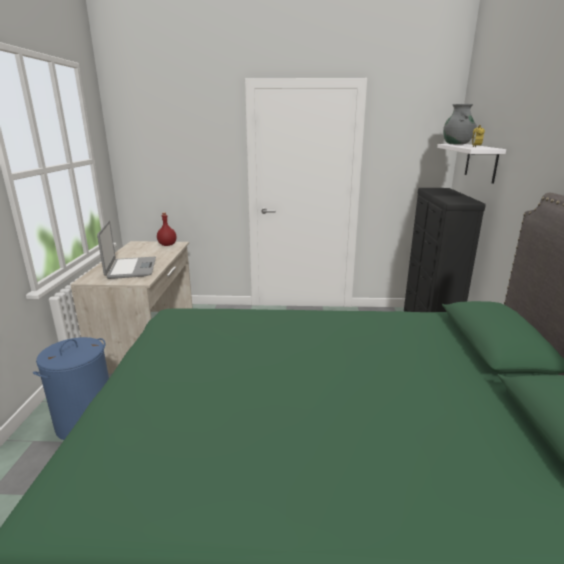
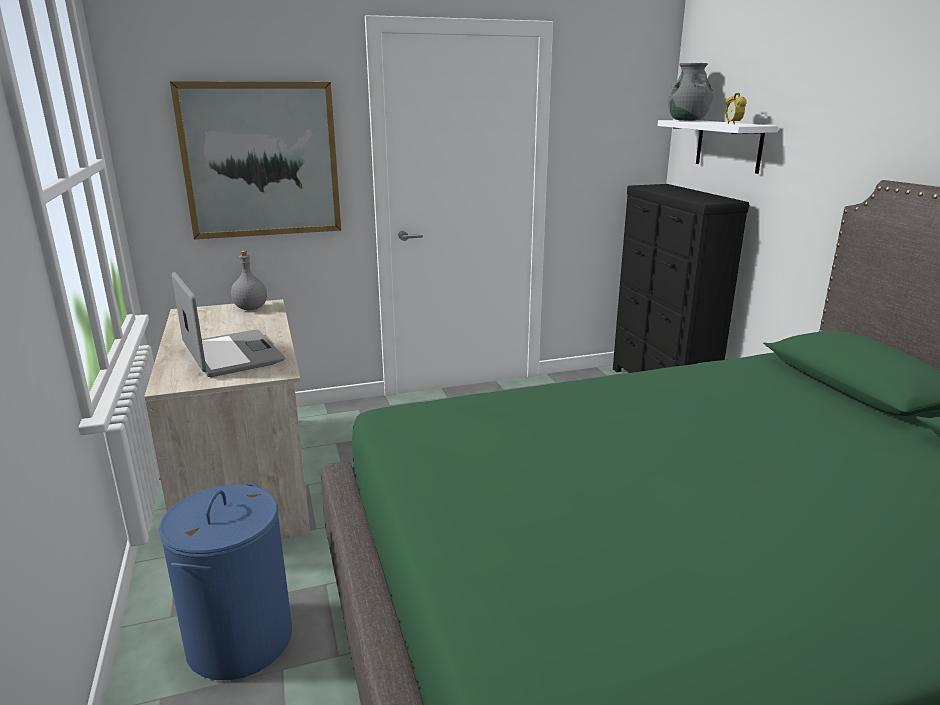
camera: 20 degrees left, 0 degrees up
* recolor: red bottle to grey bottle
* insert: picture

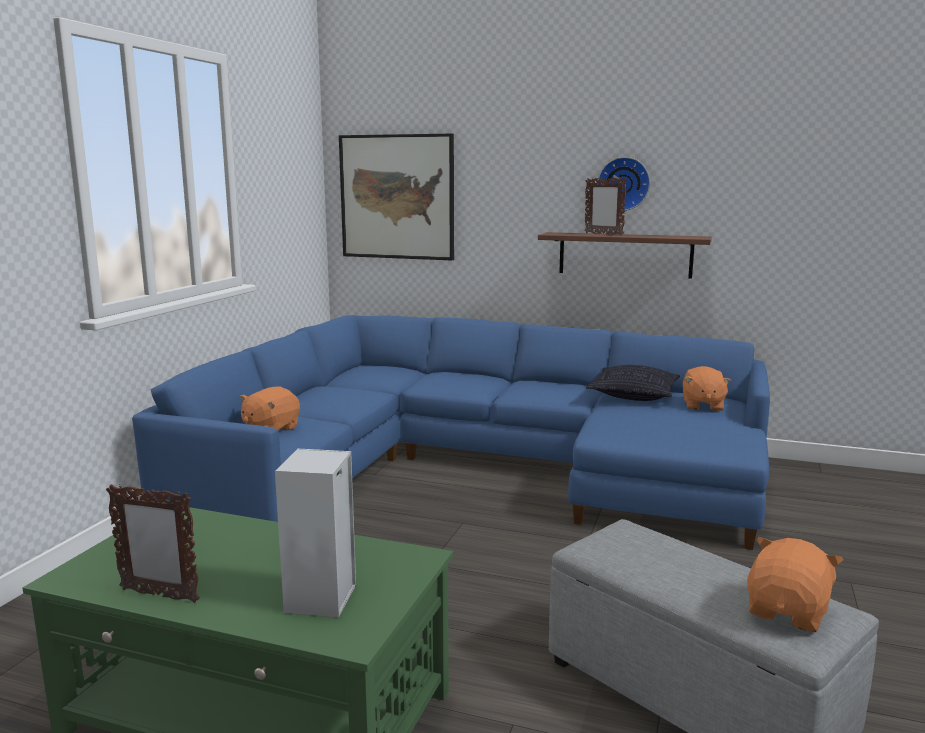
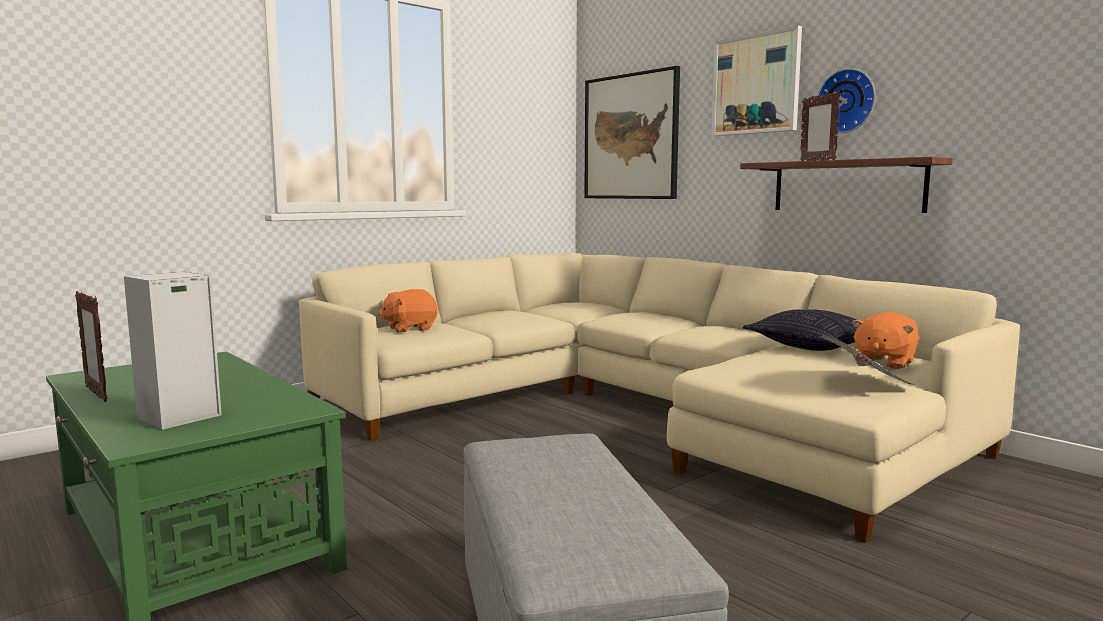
camera: 30 degrees right, 5 degrees down
* recolor: blue sofa to beige sofa
* delete: orange plush toy (3rd from left)
* insert: picture (2nd from left)
* insert: newspaper

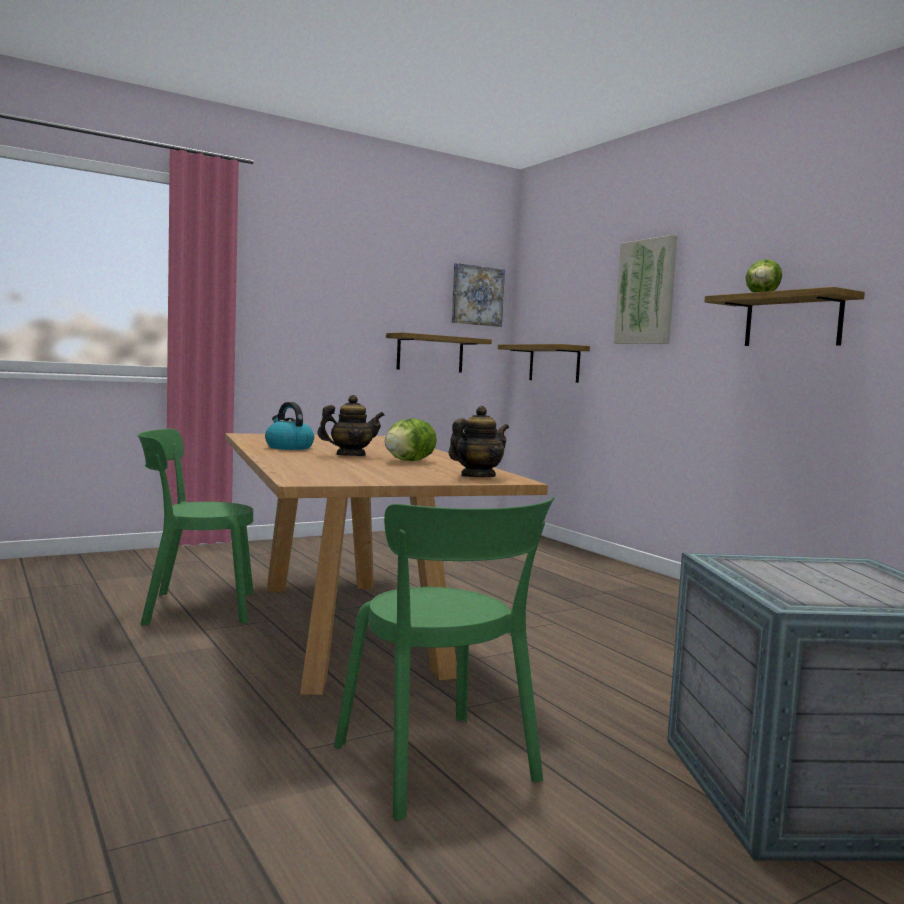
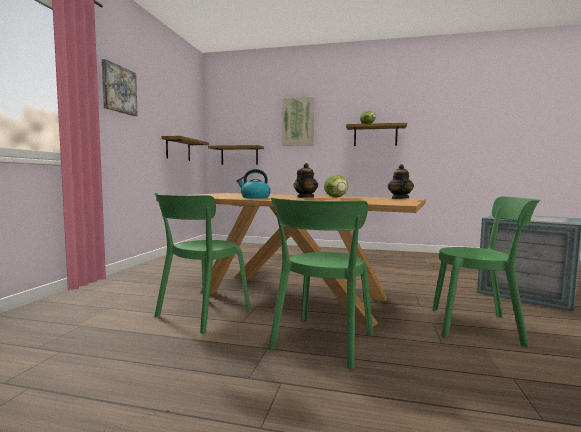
camera: 45 degrees left, 0 degrees up
* move: picture (1st from left)
* insert: green chair (2nd from left)

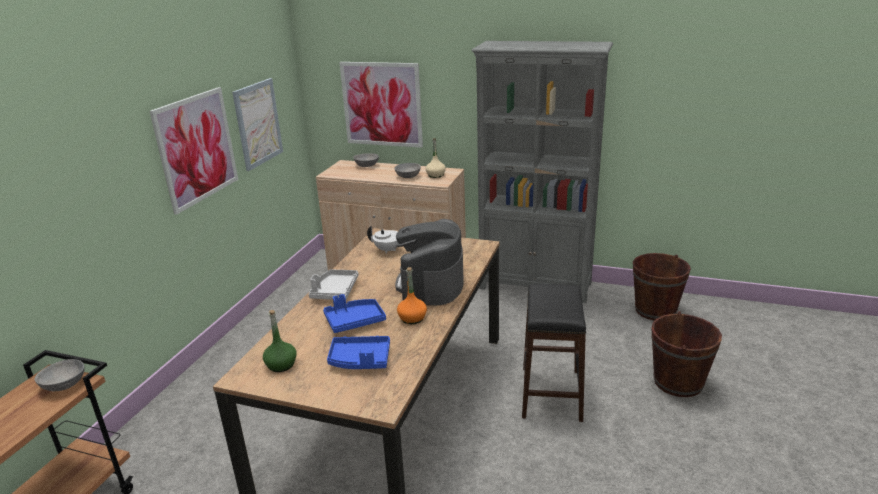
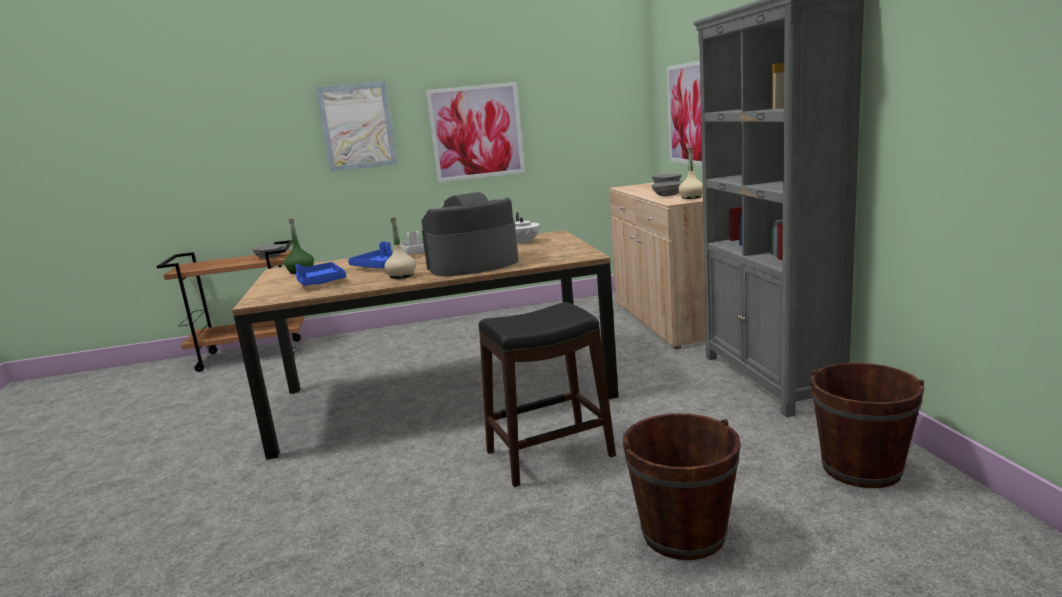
camera: 60 degrees right, 10 degrees down
* move: picture (2nd from left in the first image) to picture (1st from left)
* recolor: orange bottle to beige bottle (1st from left)

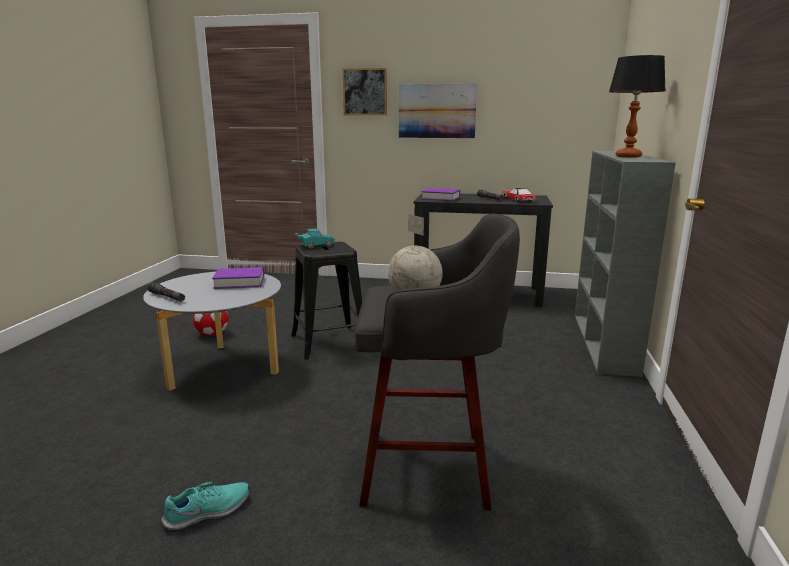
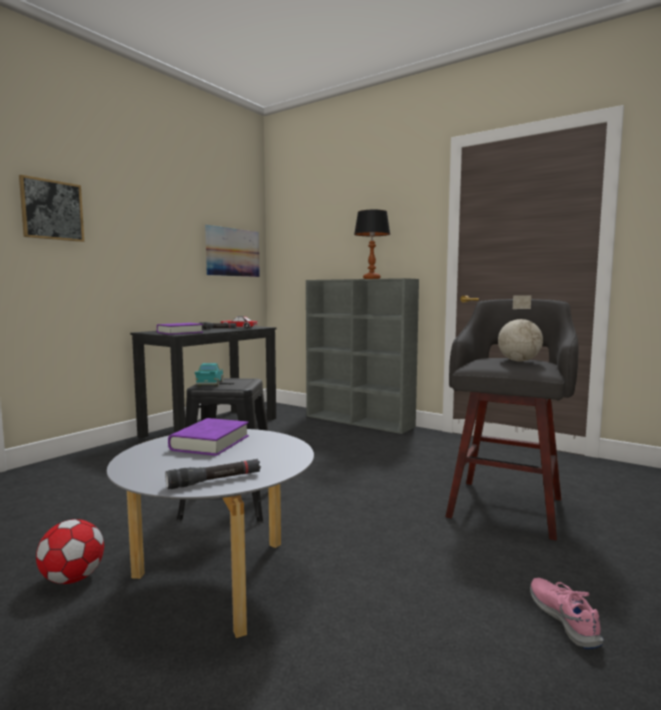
camera: 65 degrees left, 10 degrees down
* move: picture (2nd from left)
* recolor: turquoise shoe to pink shoe

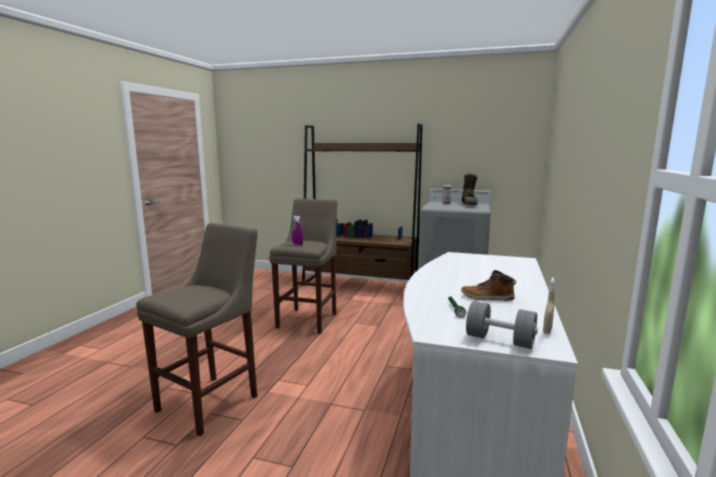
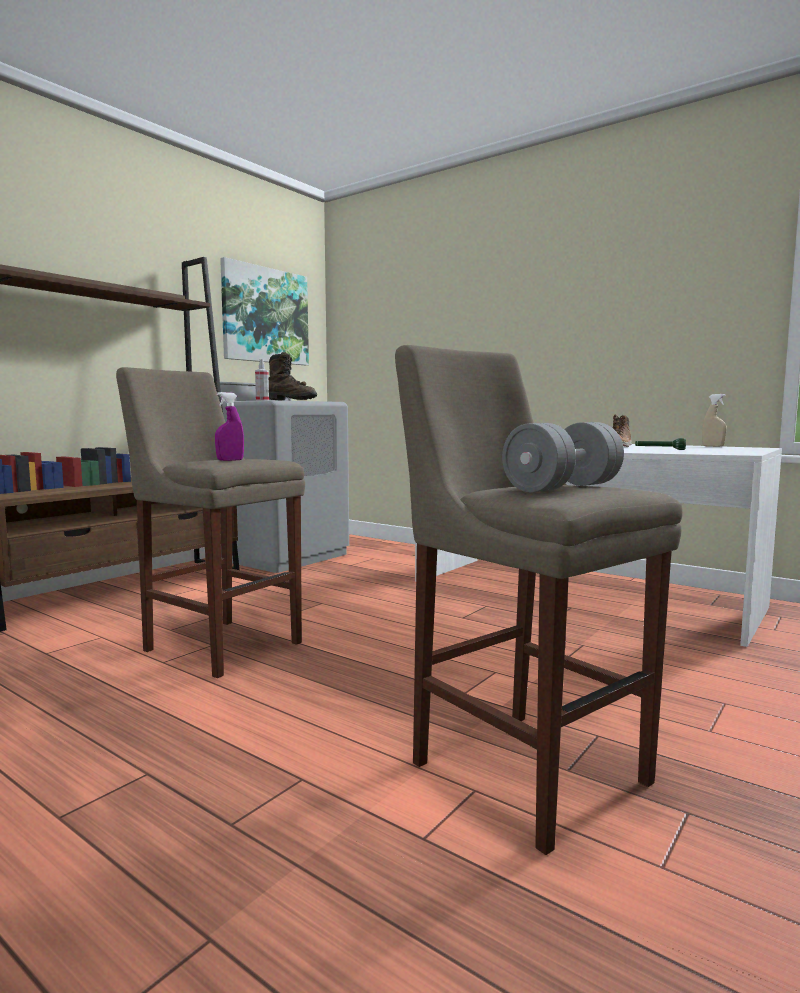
camera: 70 degrees left, 5 degrees down
* move: grey dumbbell
* insert: picture

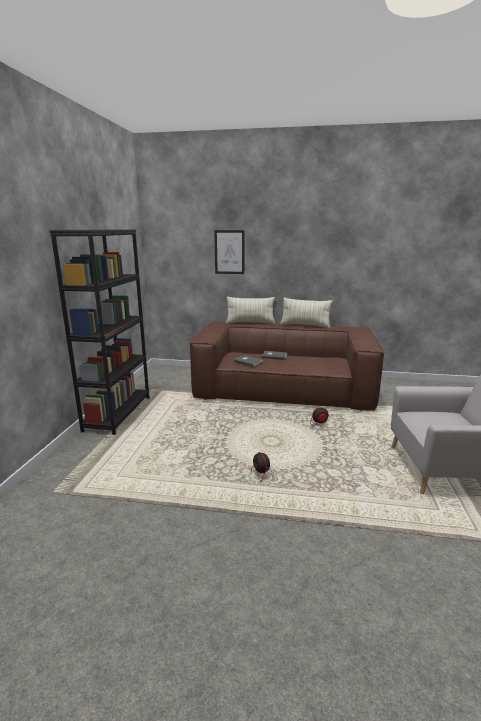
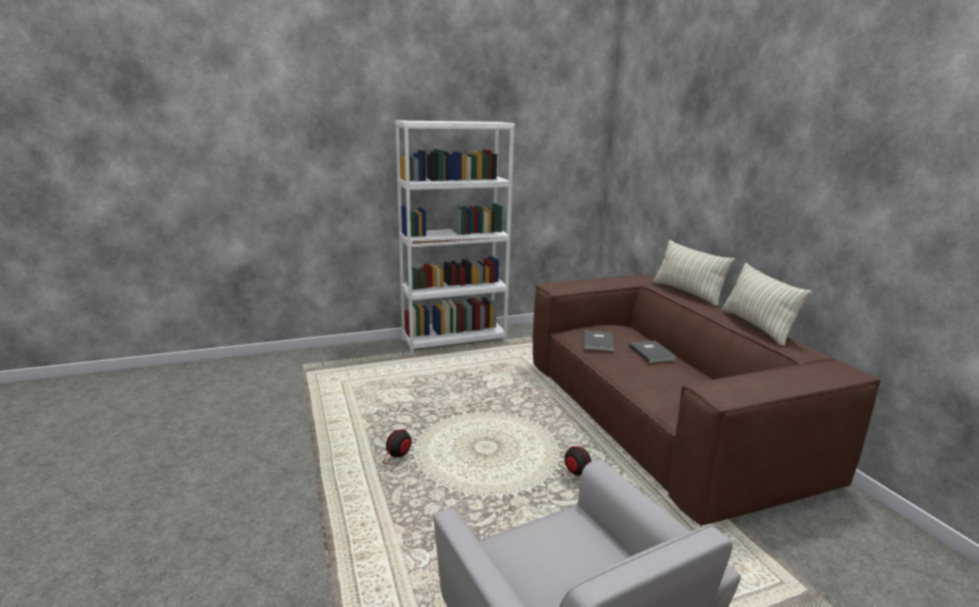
camera: 60 degrees right, 0 degrees up
* recolor: black bookcase to white bookcase
* delete: picture

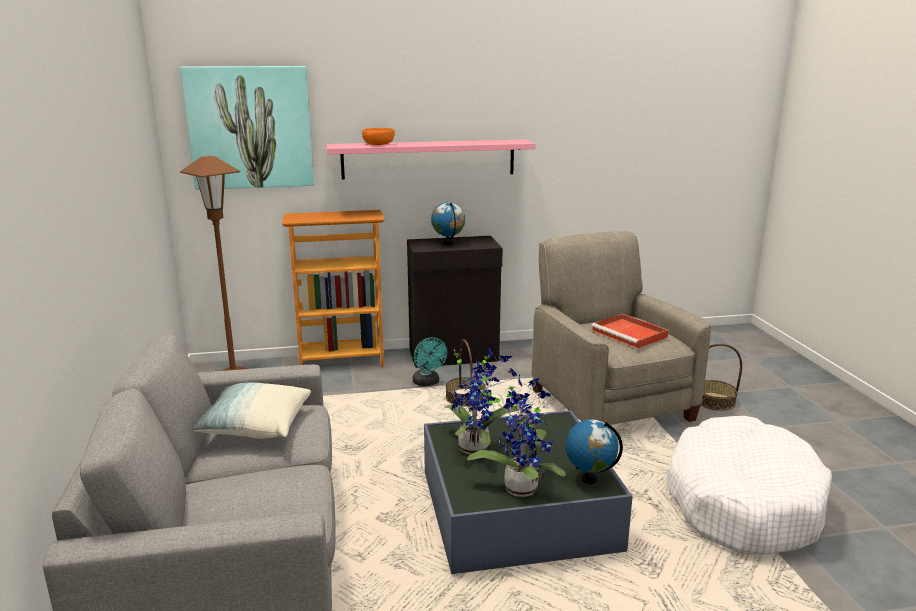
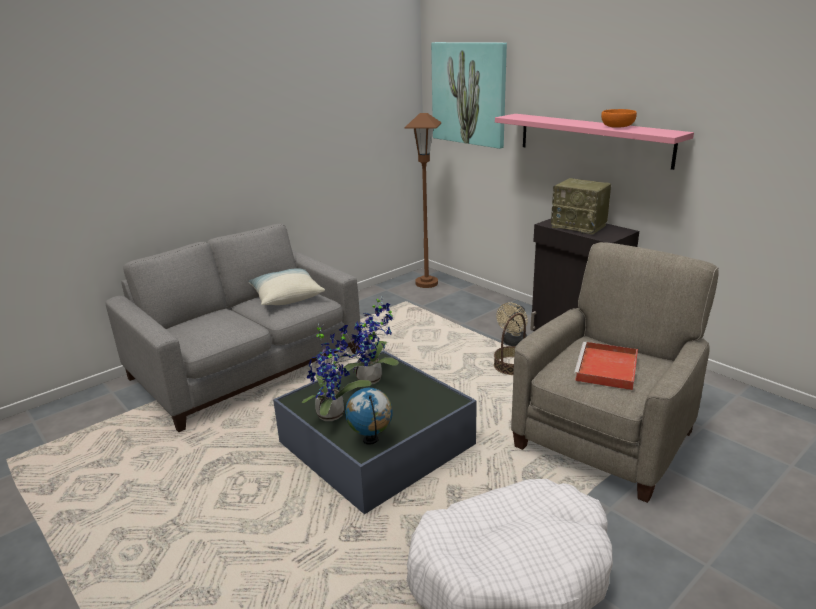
camera: 60 degrees right, 5 degrees up
* move: orange bowl
* replace: globe (1st from left) to radio
* delete: bookcase
* recolor: turquoise fan to beige fan
* delete: basket (2nd from left)

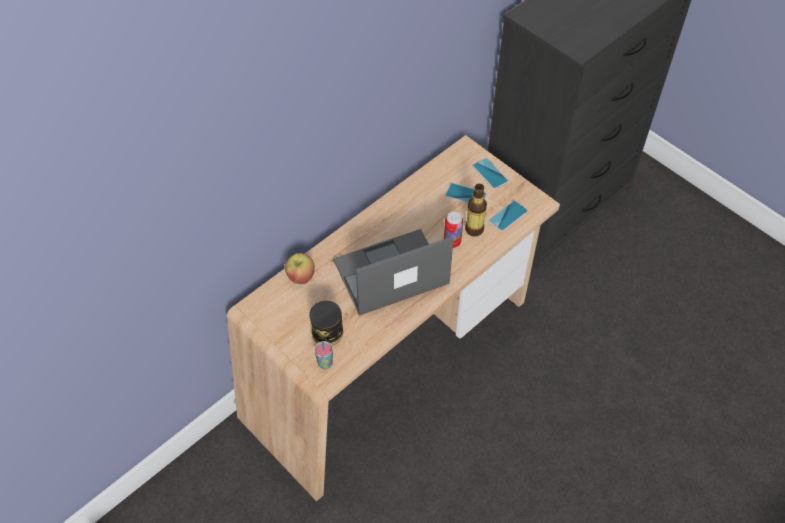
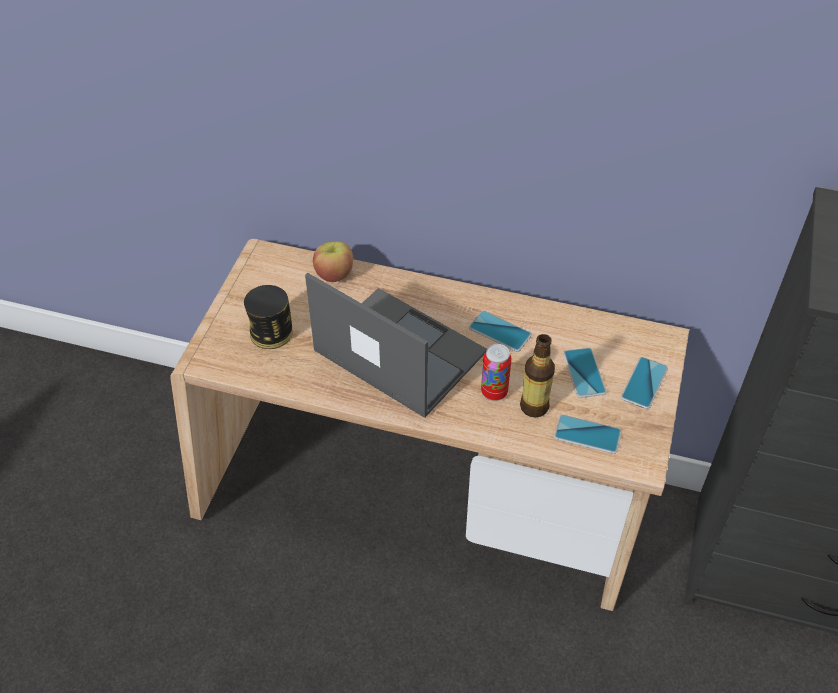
camera: 60 degrees right, 5 degrees down
* delete: cup
* insert: phone (1st from left)

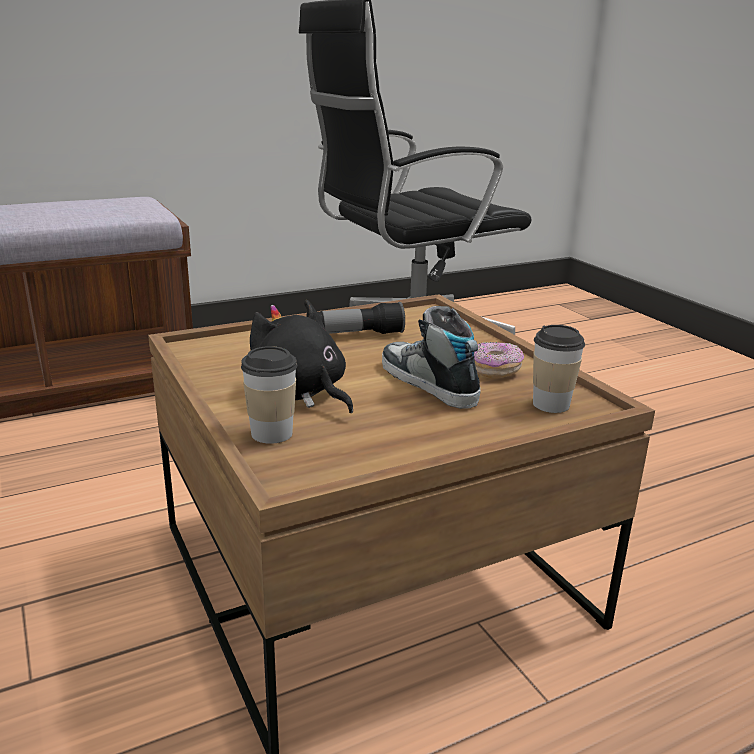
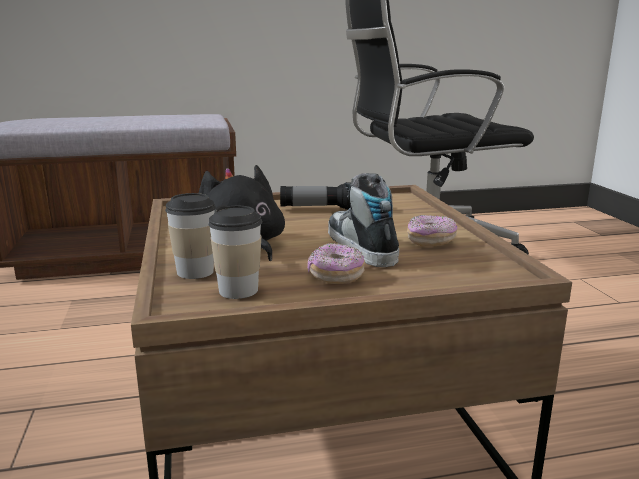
camera: 15 degrees right, 5 degrees down
* move: cup (2nd from left)
* insert: donut (1st from left)

